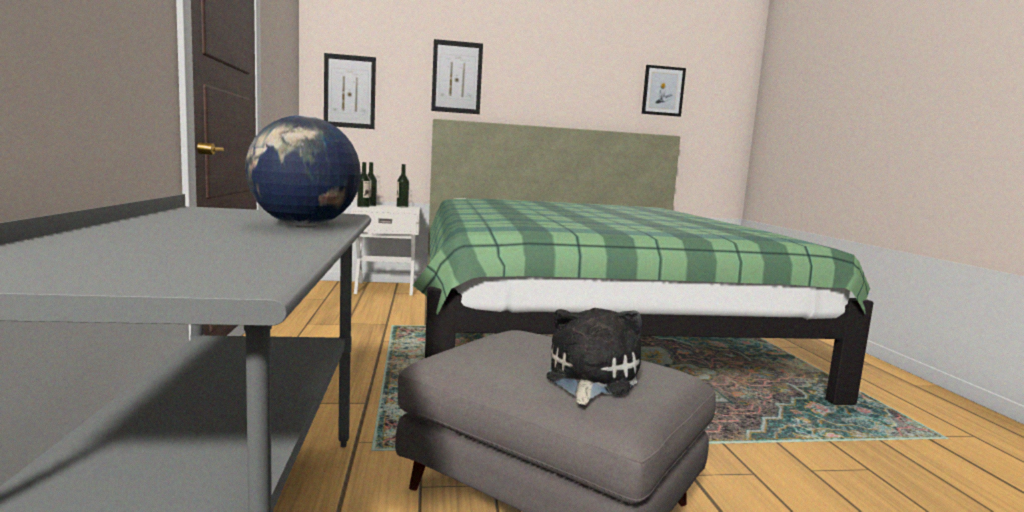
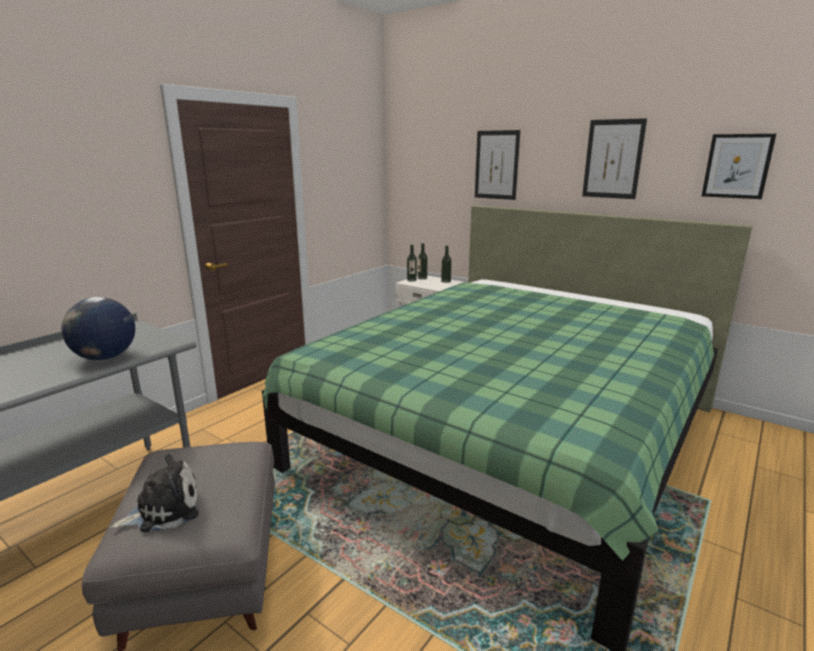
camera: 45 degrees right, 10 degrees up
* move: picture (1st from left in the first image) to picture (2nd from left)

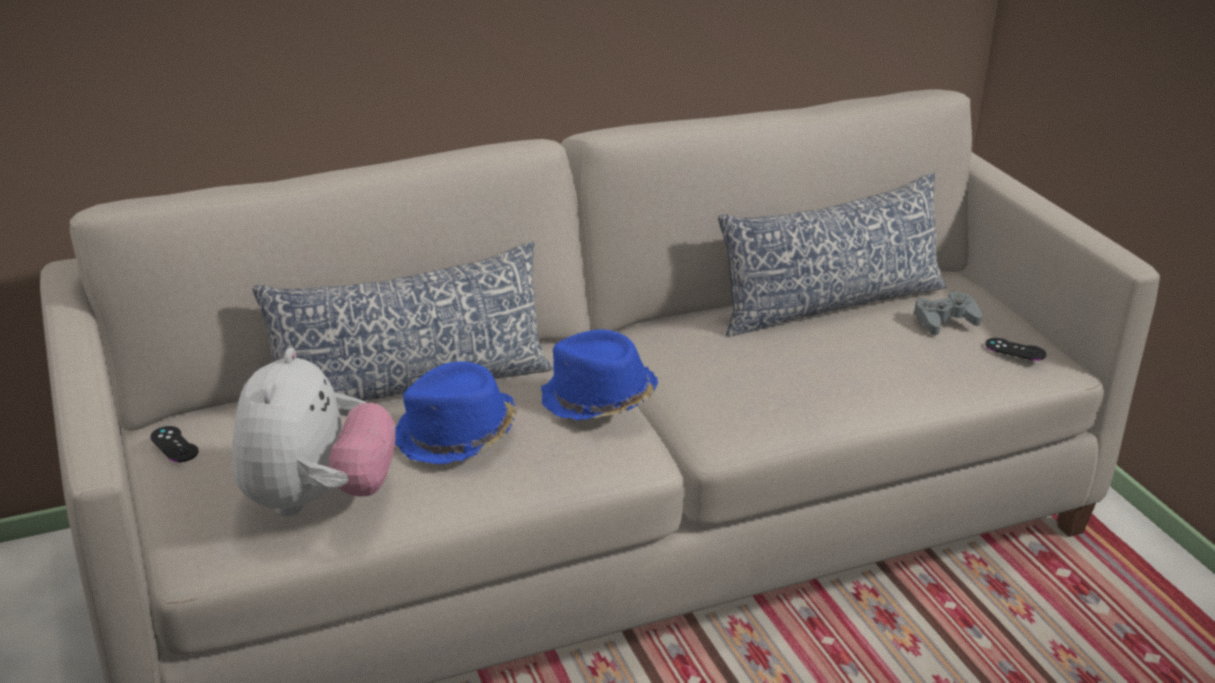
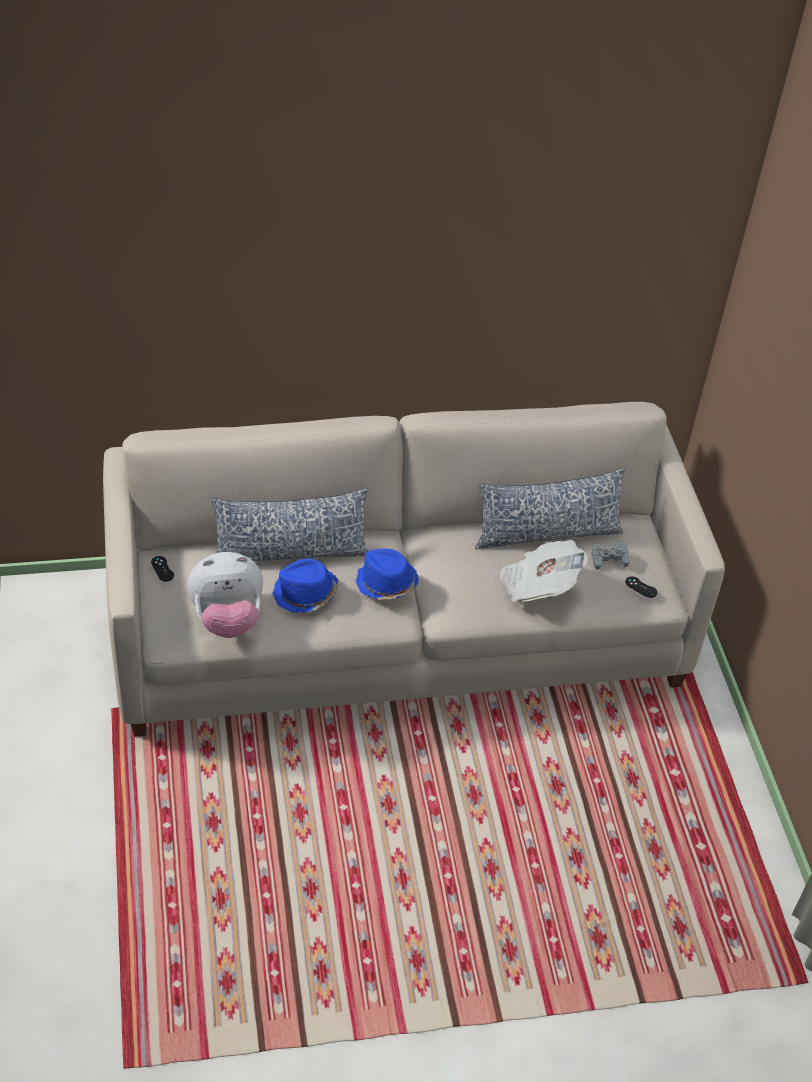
camera: 10 degrees right, 15 degrees up
* rotate: plush toy 60 degrees clockwise
* insert: newspaper

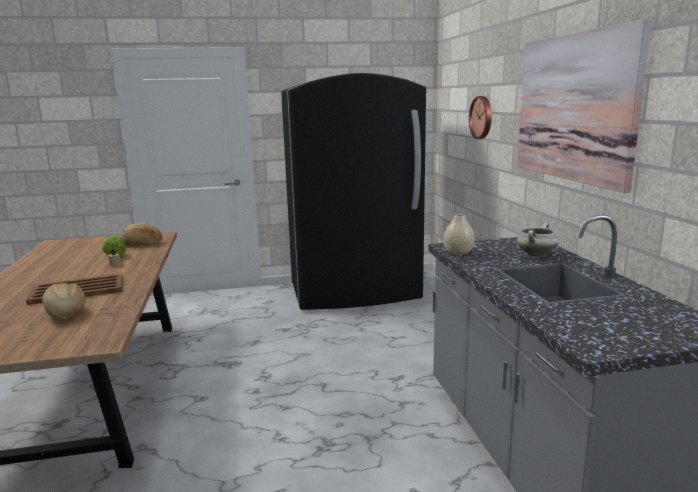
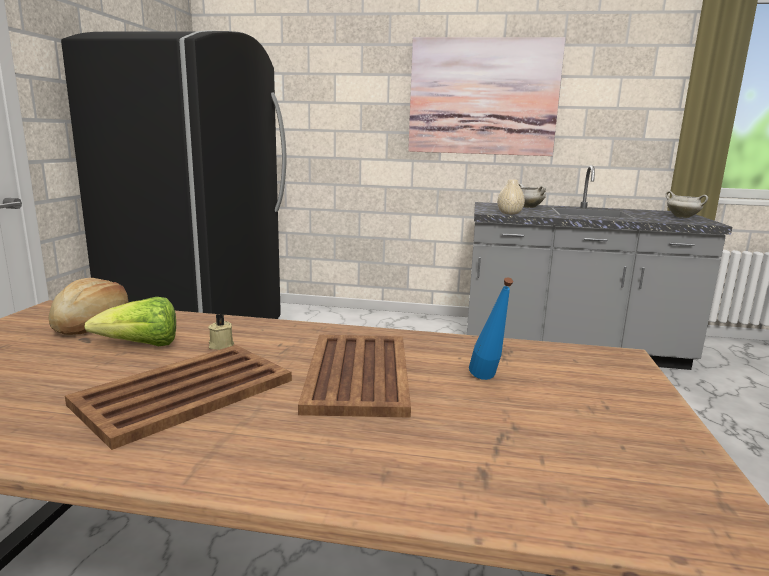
camera: 70 degrees left, 0 degrees up
* delete: wall clock
* replace: bread (1st from left) to blue bottle
* insert: white cooking pot (2nd from left)
* insert: brown tray (1st from left)

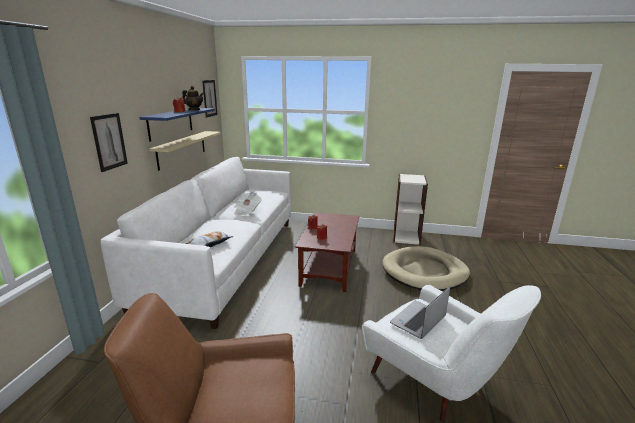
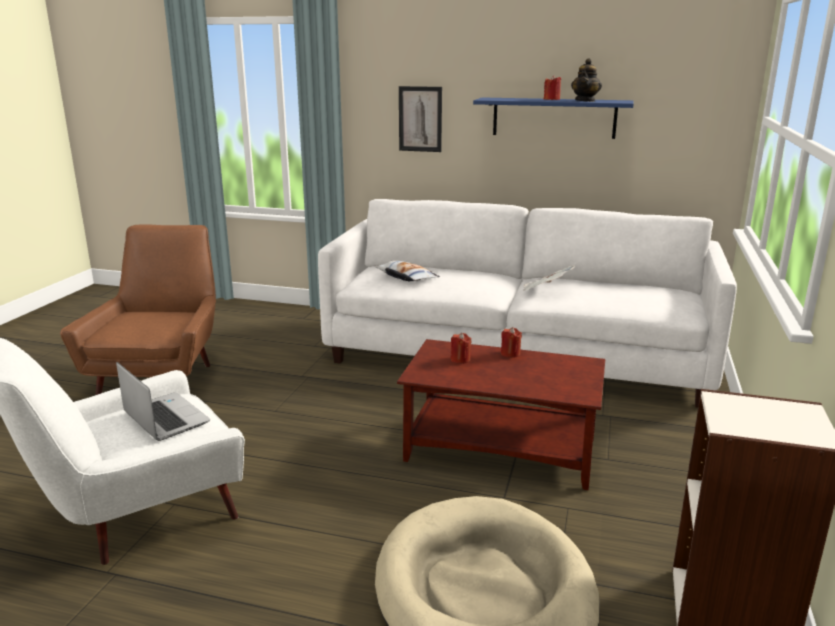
camera: 95 degrees right, 0 degrees up
* delete: picture (2nd from left)
* delete: beige shelf

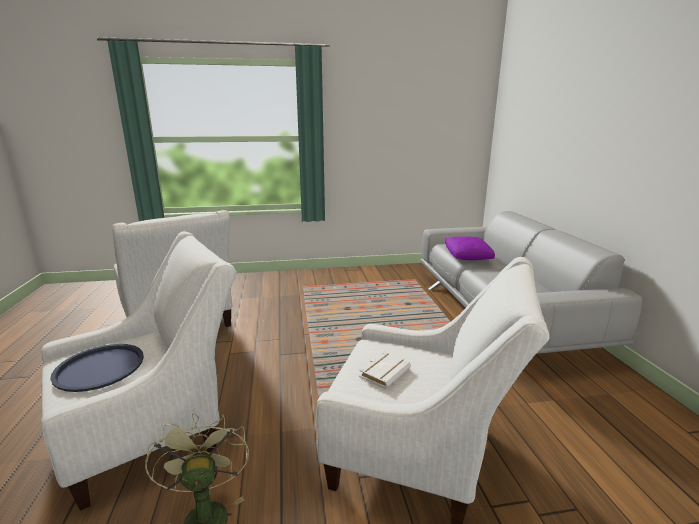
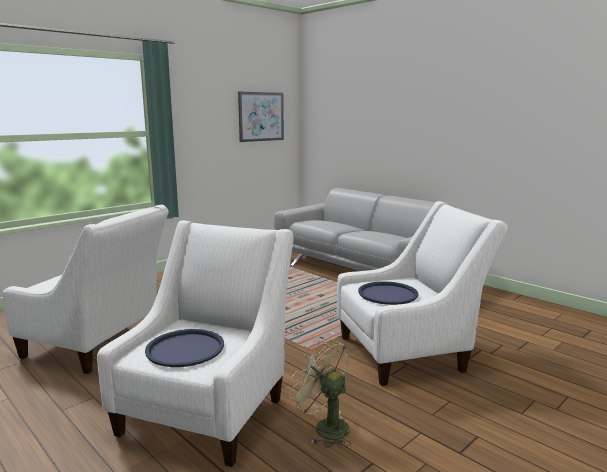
camera: 35 degrees left, 5 degrees down
* delete: purple pillow
* replace: white book to blue tray (2nd from left)
* insert: picture

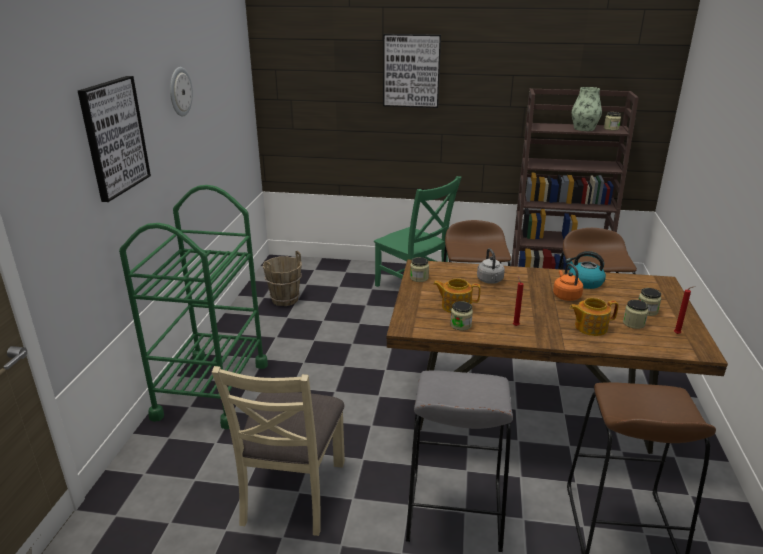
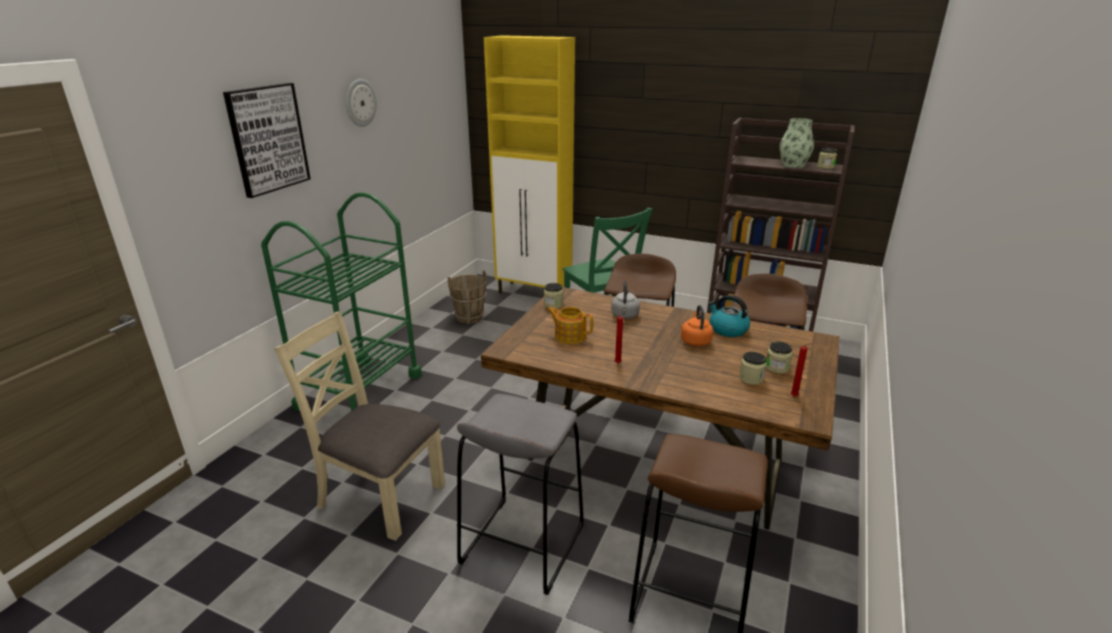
camera: 15 degrees right, 0 degrees up
* delete: picture (2nd from left)
* delete: teapot (2nd from left)
* delete: jar (2nd from left)
* rotate: beige chair 90 degrees clockwise
* insert: yellow cabinet

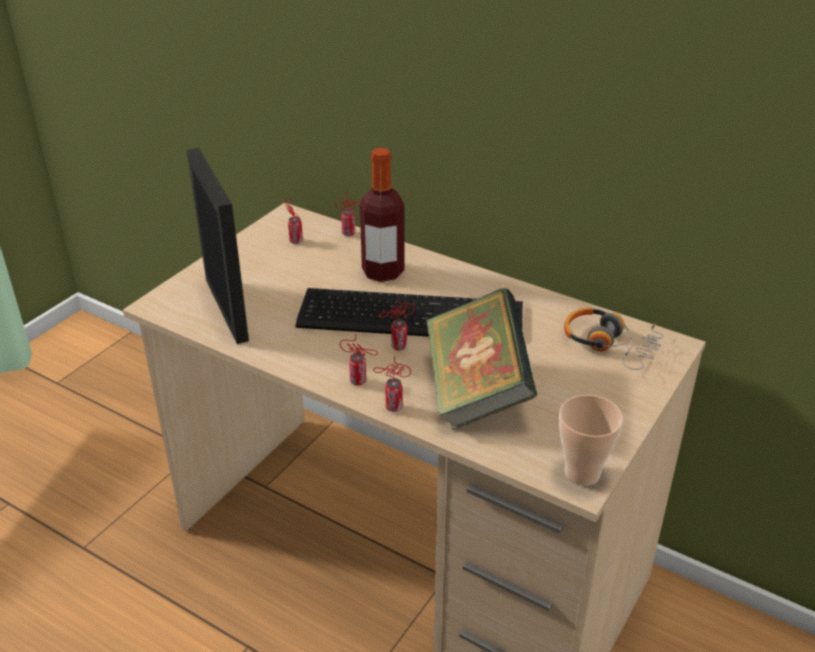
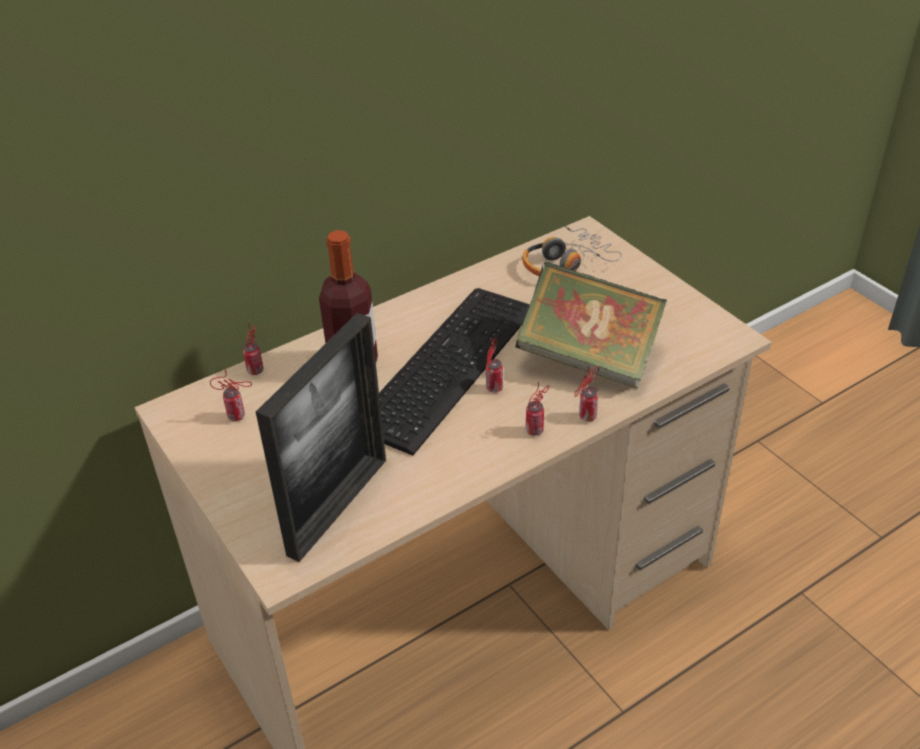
camera: 65 degrees left, 5 degrees up
* rotate: picture frame 120 degrees clockwise
* delete: cup

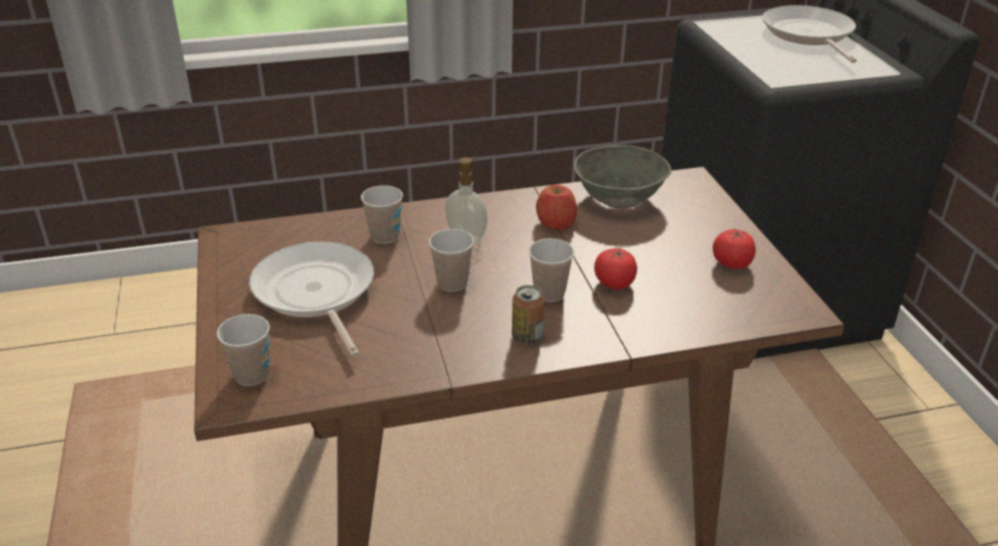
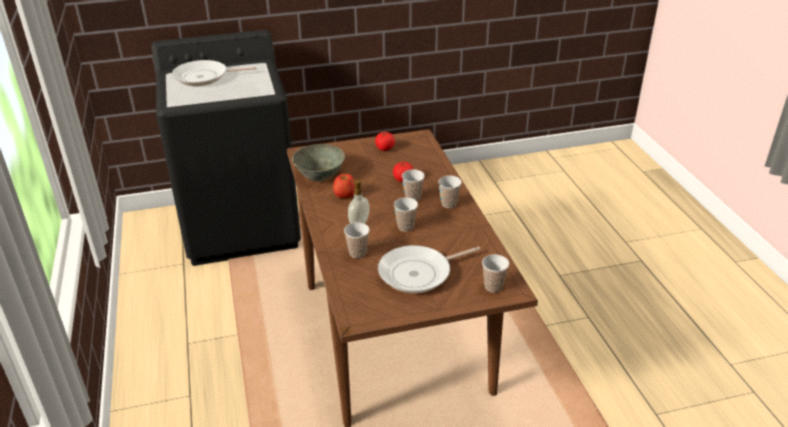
camera: 90 degrees left, 0 degrees up
* replace: can to cup (4th from left)

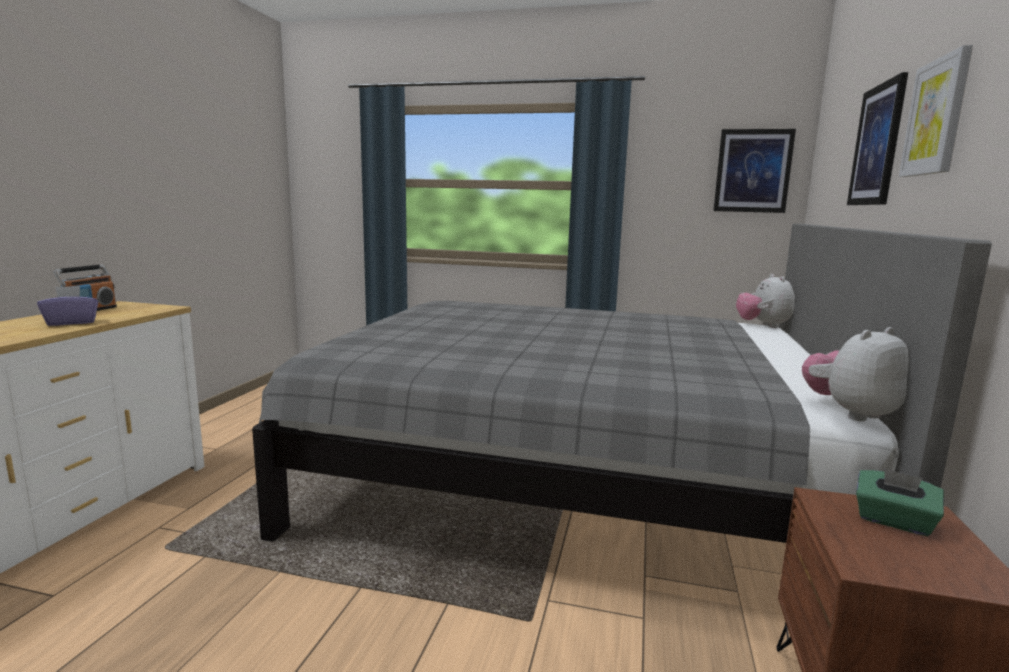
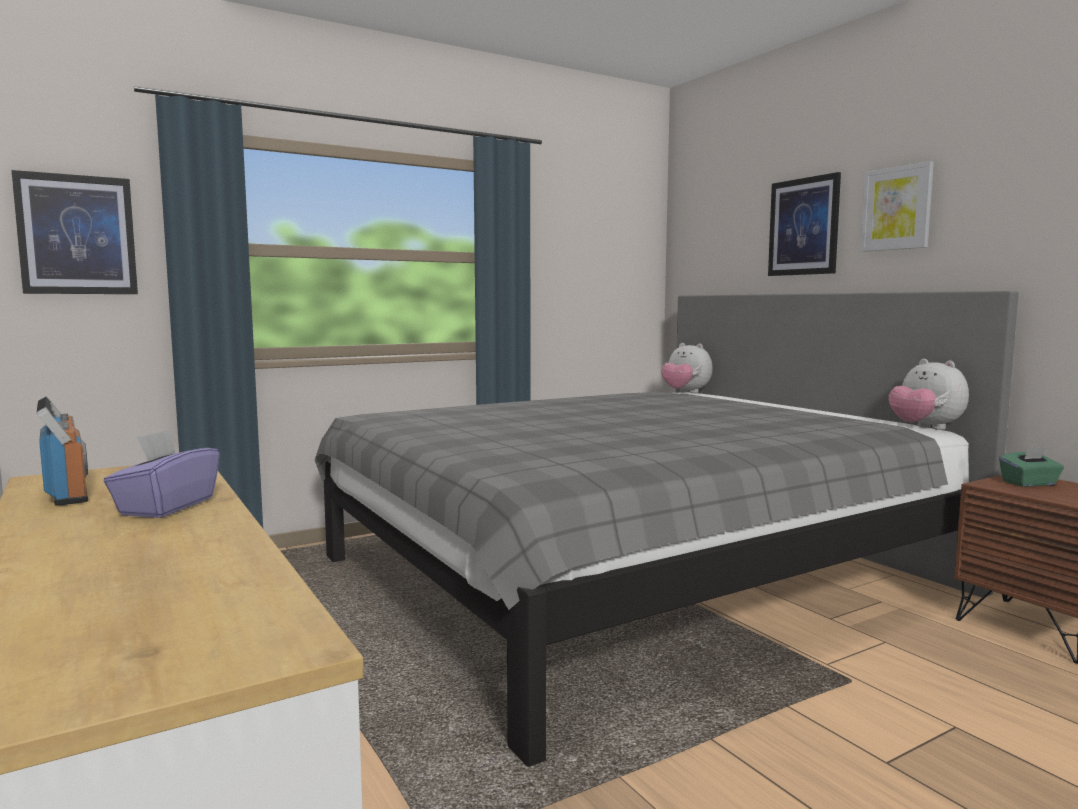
camera: 45 degrees left, 5 degrees down
* move: picture (1st from left)
* rotate: plush toy (2nd from left) 45 degrees counterclockwise

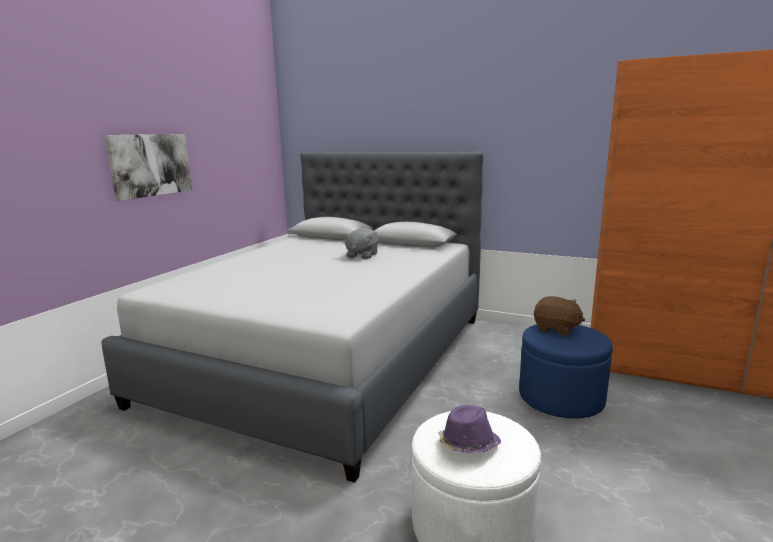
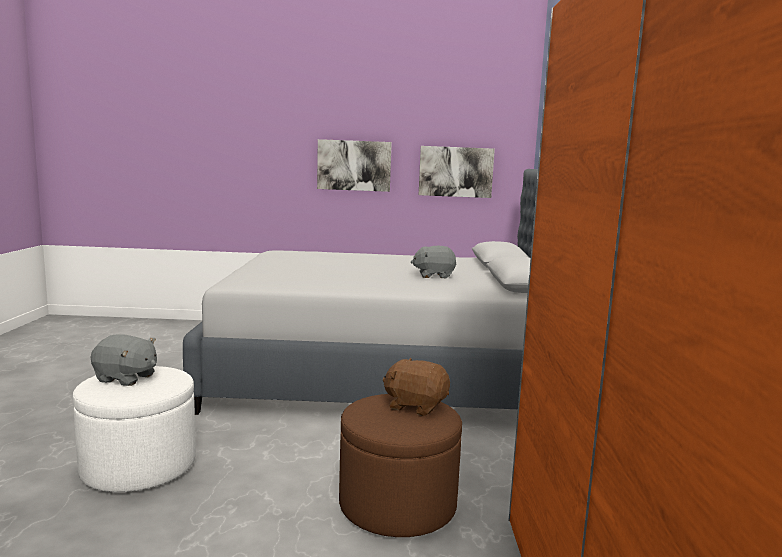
camera: 65 degrees right, 5 degrees down
* rotate: brown plush toy 105 degrees clockwise
* recolor: blue ottoman to brown ottoman
* replace: purple hat to grey plush toy (1st from left)
* insert: picture (2nd from left)

